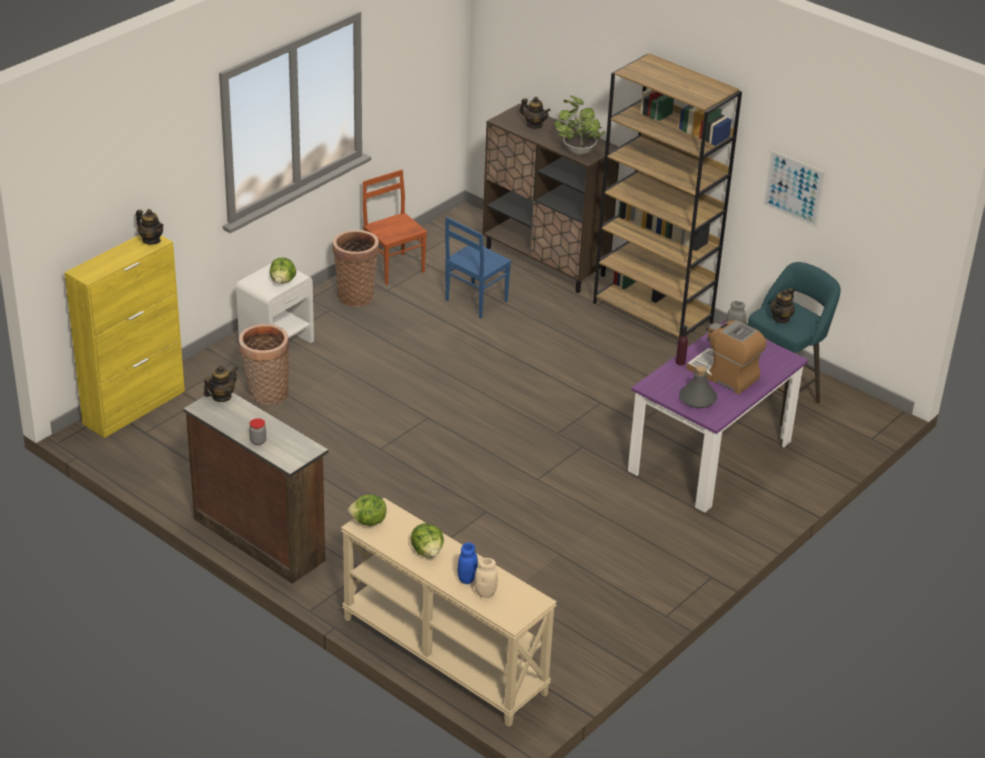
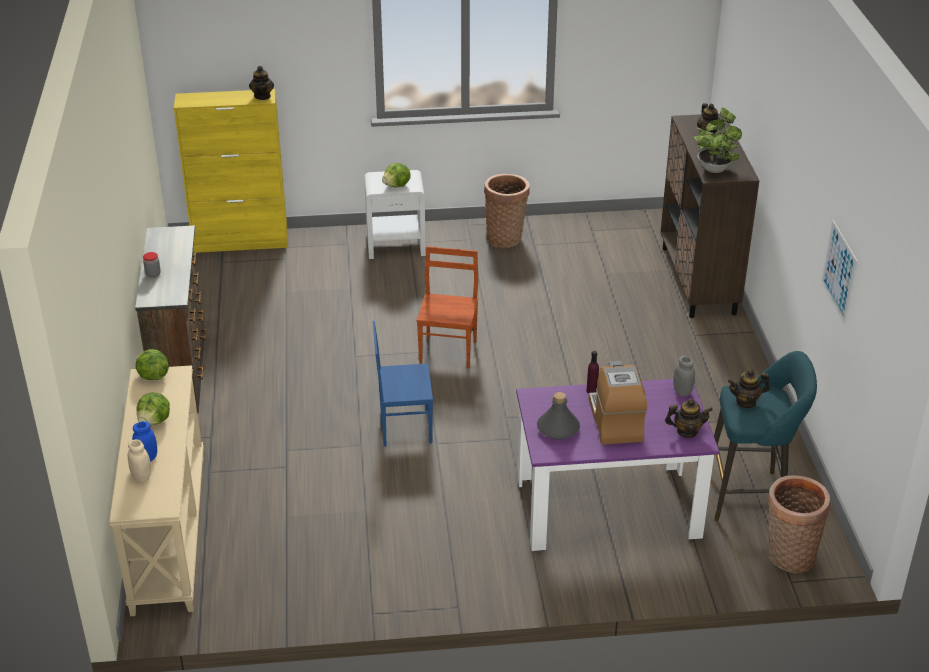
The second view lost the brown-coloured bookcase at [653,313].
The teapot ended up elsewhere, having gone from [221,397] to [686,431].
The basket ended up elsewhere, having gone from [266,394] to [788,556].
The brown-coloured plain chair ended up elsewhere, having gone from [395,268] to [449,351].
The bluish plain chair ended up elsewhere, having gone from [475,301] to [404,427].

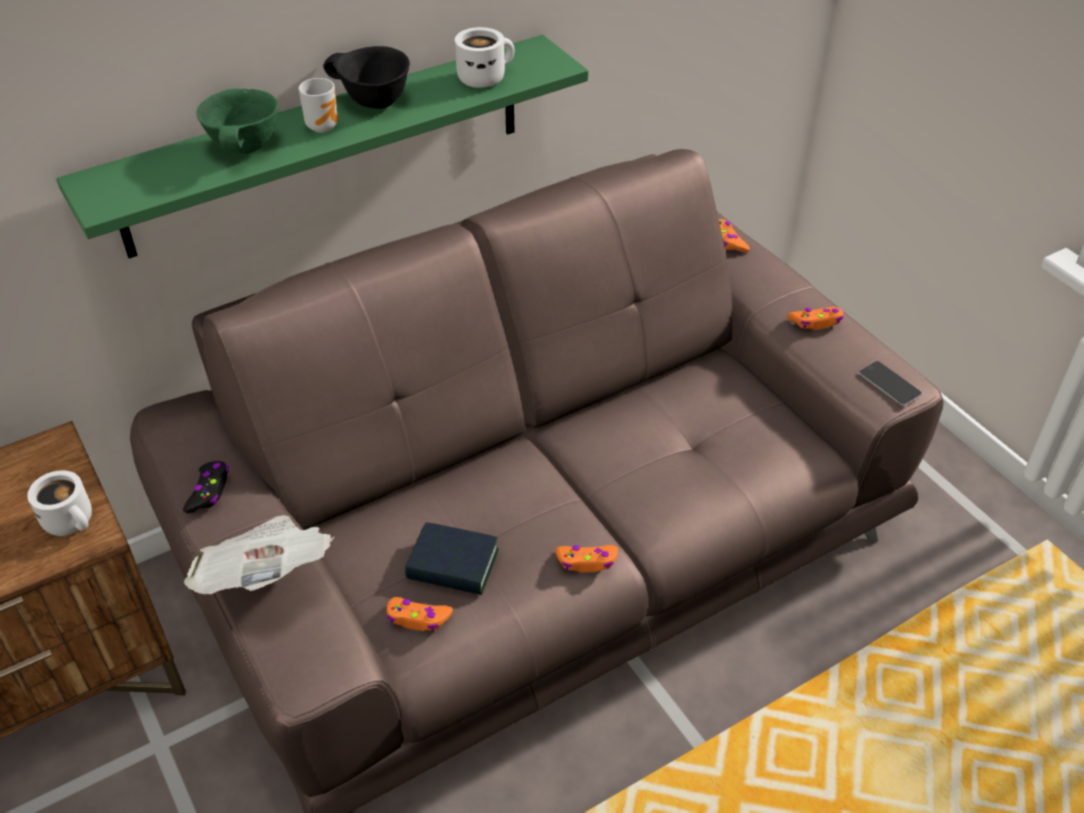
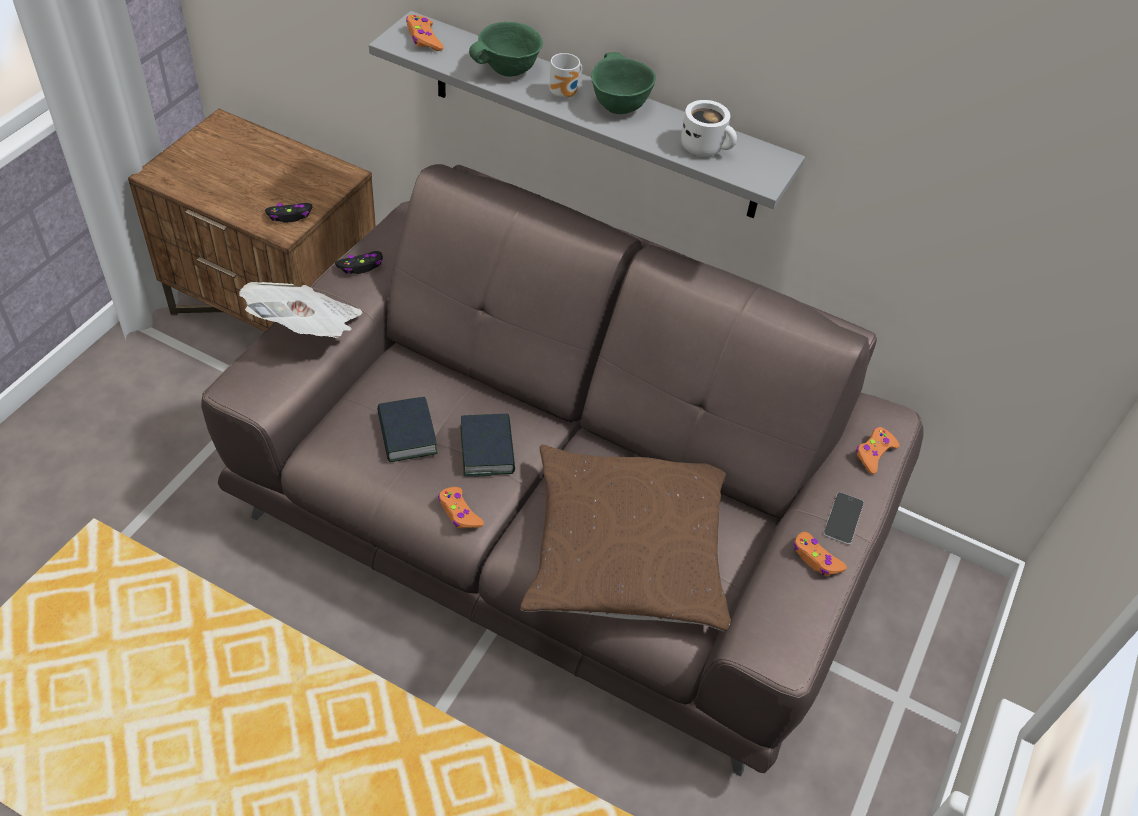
The second view gained the volume at [487,449].
The second view gained the brown-coloured pillow at [627,550].
The orange gamepad ended up elsewhere, having gone from [418,618] to [424,39].
The telephone ended up elsewhere, having gone from [889,383] to [843,518].
Where the white coffee mug stood at [73,521], the black-coloured gamepad came to stand at [290,216].
What was the greenish wall shelf at [326,146] turned into the greyish wall shelf at [594,117].
What was the black-coloured deep dish at [374,102] turned into the greenish deep dish at [617,106].

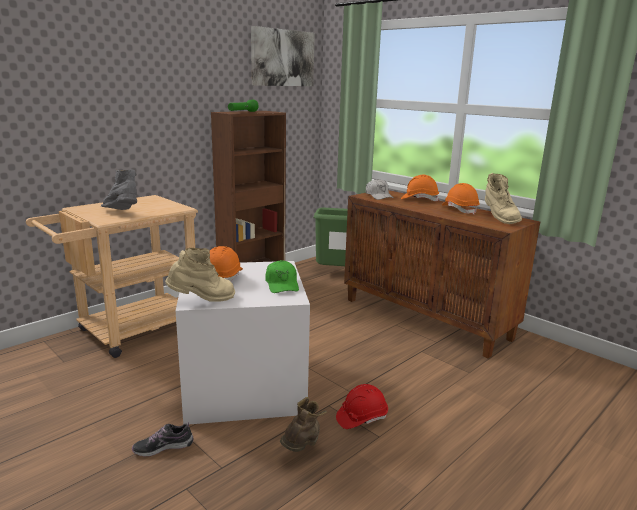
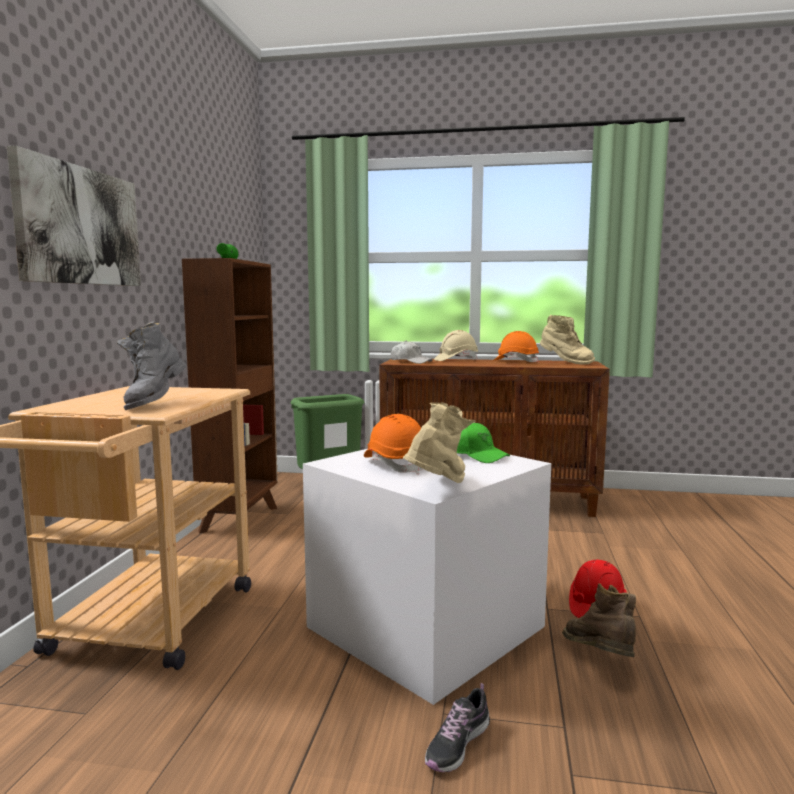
The wall art ended up elsewhere, having gone from [282,58] to [79,226].
What was the orange work helmet at [419,199] turned into the sand-coloured work helmet at [456,360].
The greyish tall boot at [122,213] ended up facing another way, 90 degrees counterclockwise from before.

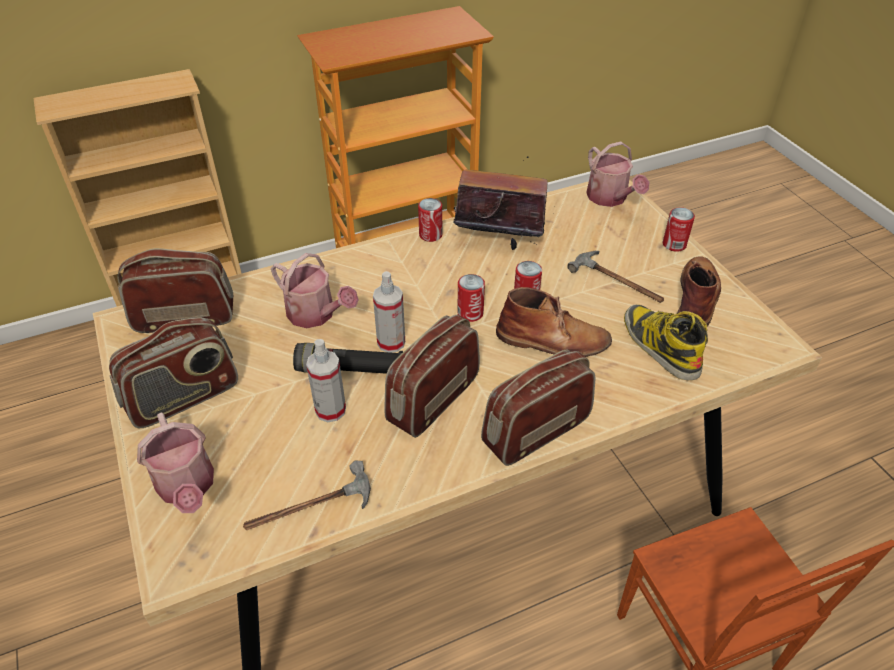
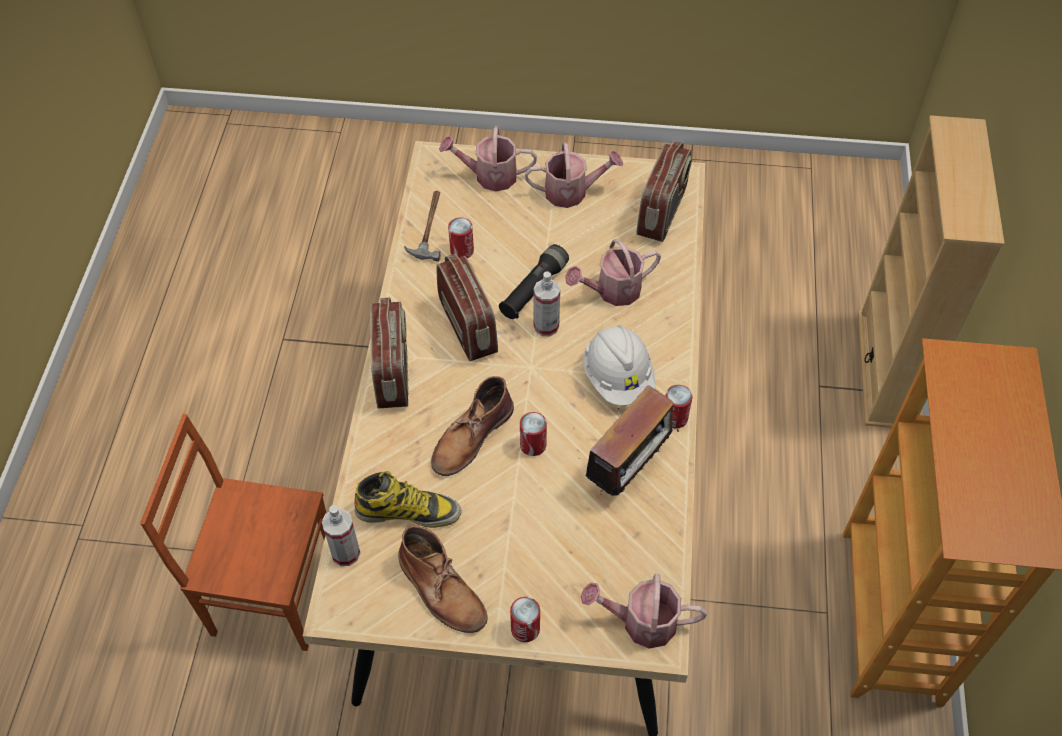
The second view lost the tool hammer at [619,281].
The second view gained the white work helmet at [618,378].
The hand sprayer ended up elsewhere, having gone from [330,410] to [345,553].
The sealed can ended up elsewhere, having gone from [470,313] to [462,250].
Where the radio receiver stood at [184,398], the sprinkling can came to stand at [572,192].

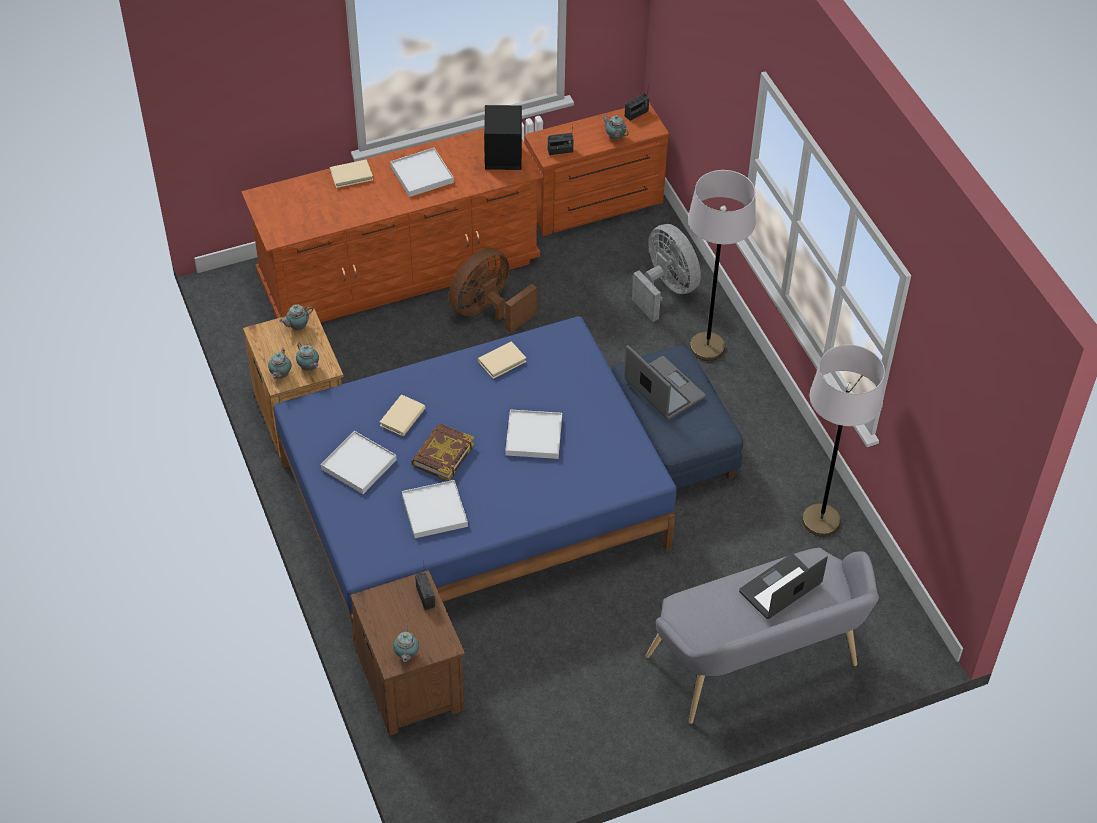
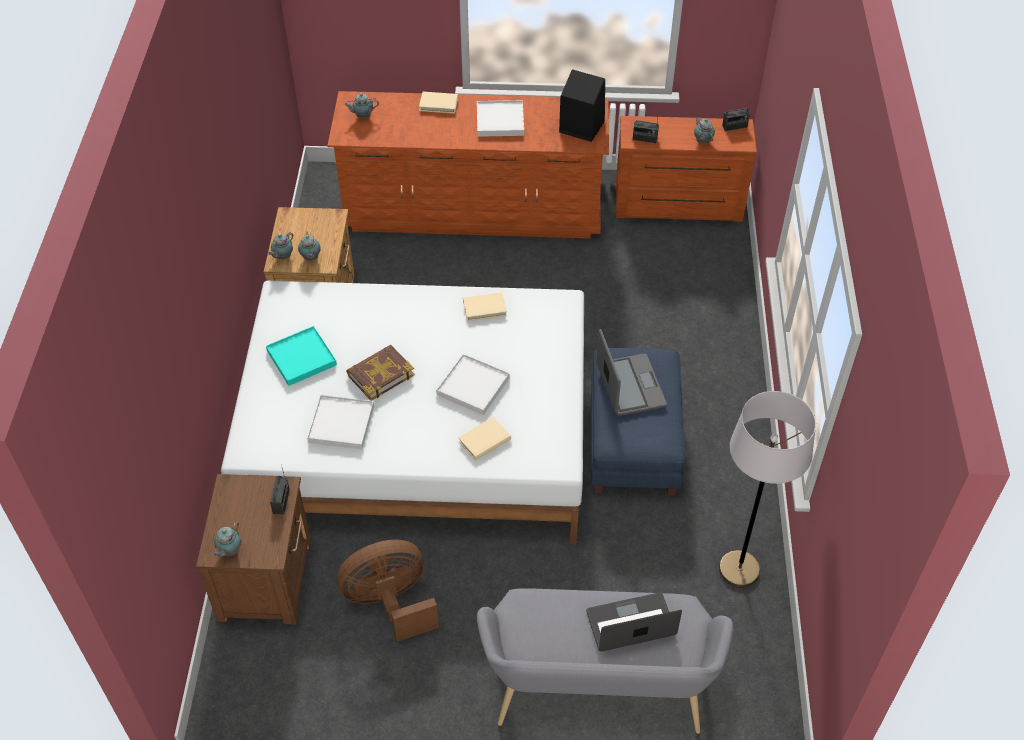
The second view lost the greyish fan at [665,290].
The second view lost the greyish floor lamp at [707,347].
The teapot ended up elsewhere, having gone from [297,327] to [362,116].
The sand-coloured volume ended up elsewhere, having gone from [402,417] to [484,440].
The brown-coloured fan ended up elsewhere, having gone from [488,311] to [390,603].
What was the bluish bedroom bed at [472,503] turned into the white bedroom bed at [417,433].
What was the white tray at [358,464] turned into the turquoise-coloured tray at [301,358].

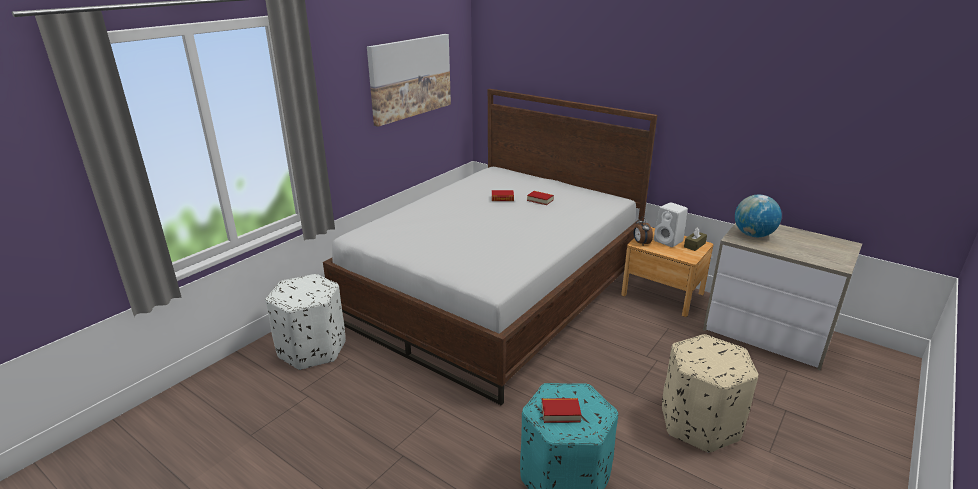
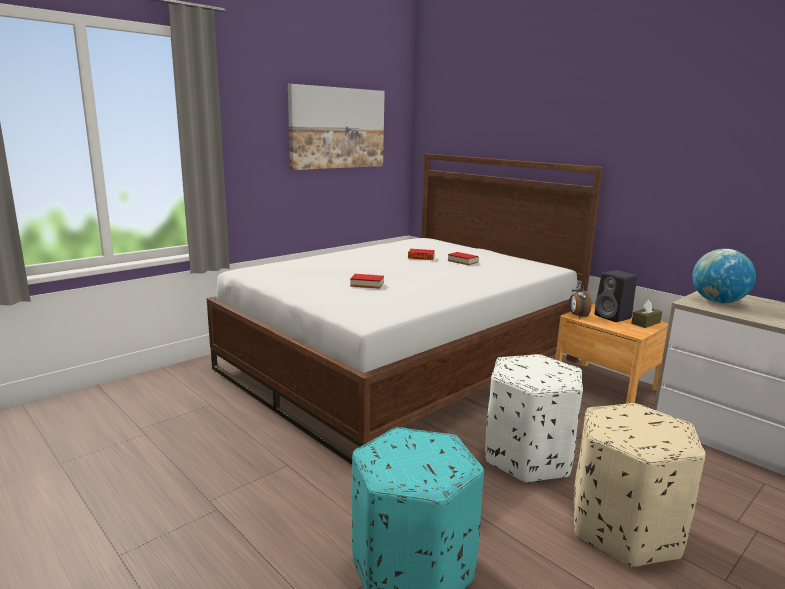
The white pouffe ended up elsewhere, having gone from [312,349] to [528,457].
The volume ended up elsewhere, having gone from [560,413] to [367,284].
What was the white audio speaker at [669,241] turned into the black-coloured audio speaker at [613,317].

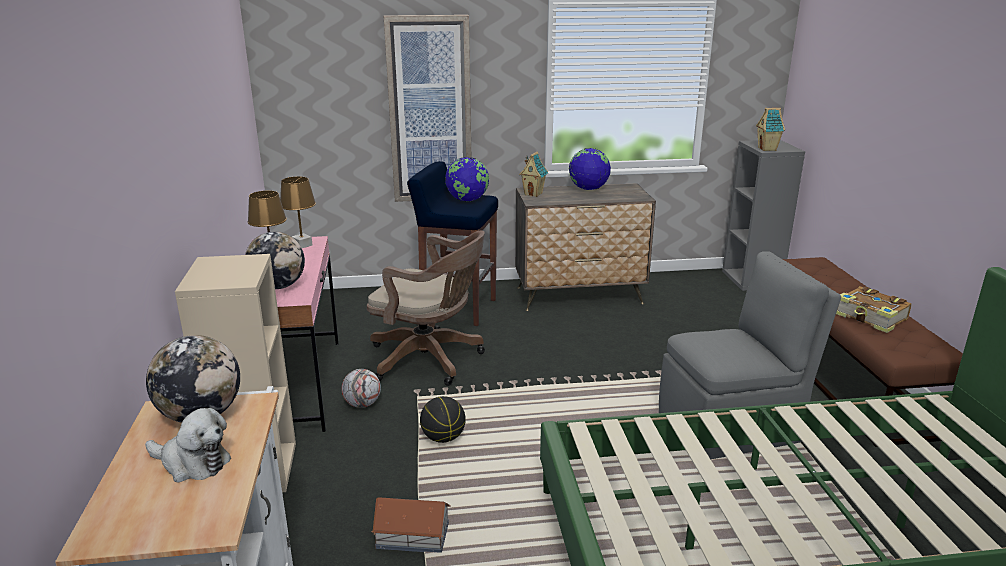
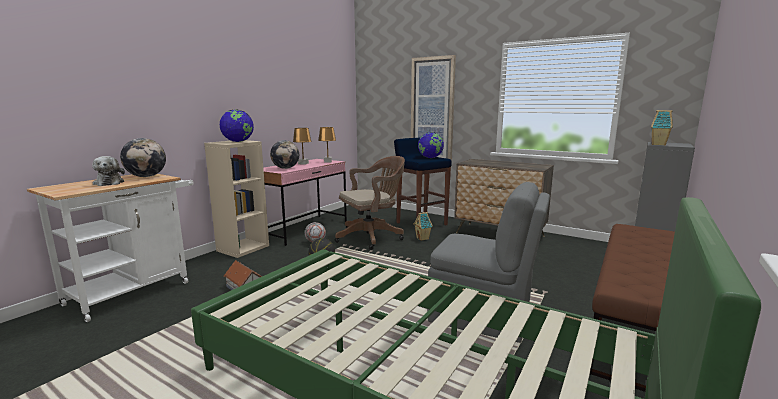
The second view lost the volume at [871,318].
The model house ended up elsewhere, having gone from [533,194] to [423,238].
The world globe ended up elsewhere, having gone from [588,189] to [238,141].
The brown-coloured computer chair at [430,360] ended up facing another way, 90 degrees counterclockwise from before.

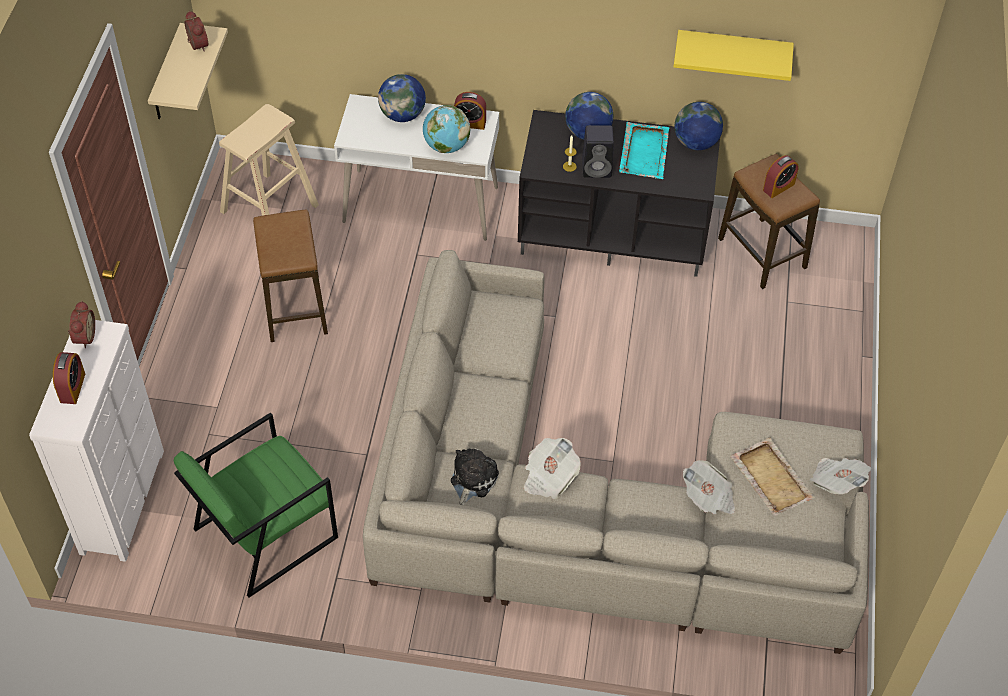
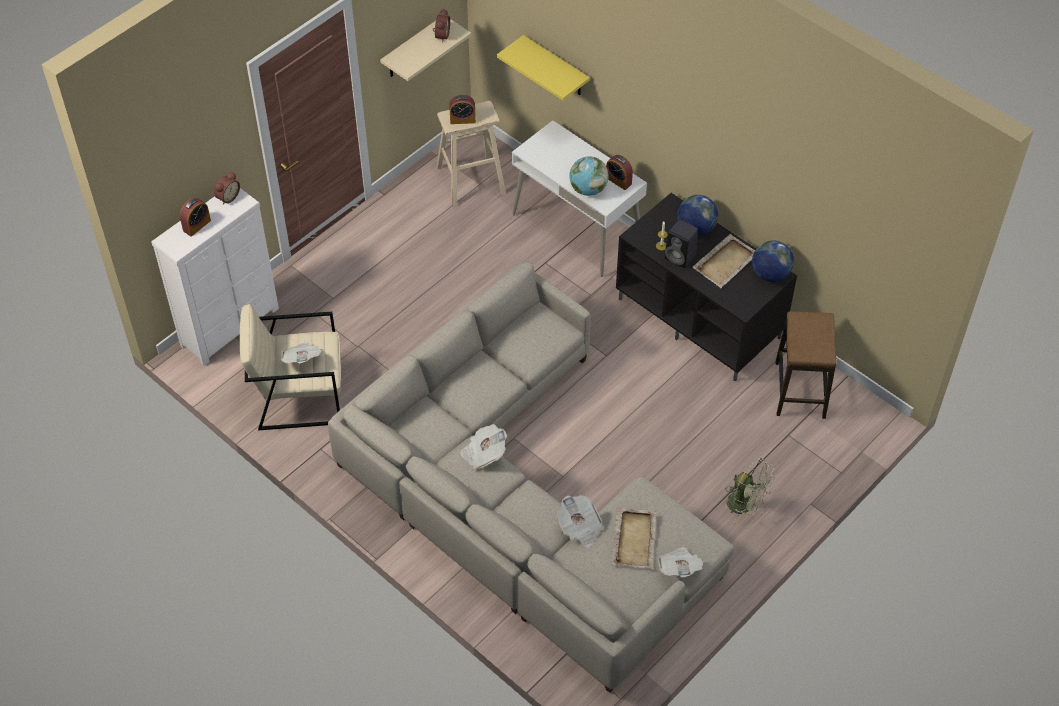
The second view lost the stool at [295,308].
The second view lost the world globe at [402,115].
The second view lost the soft toy at [472,480].
The second view gained the daily paper at [302,359].
The second view gained the greenish fan at [745,505].
The yellow wall shelf ended up elsewhere, having gone from [733,51] to [556,67].
The table clock ended up elsewhere, having gone from [778,187] to [462,119].
What was the greenish armchair at [265,532] turned into the sand-coloured armchair at [299,395].
What was the turquoise-coloured tray at [644,152] turned into the sand-coloured tray at [725,262].

